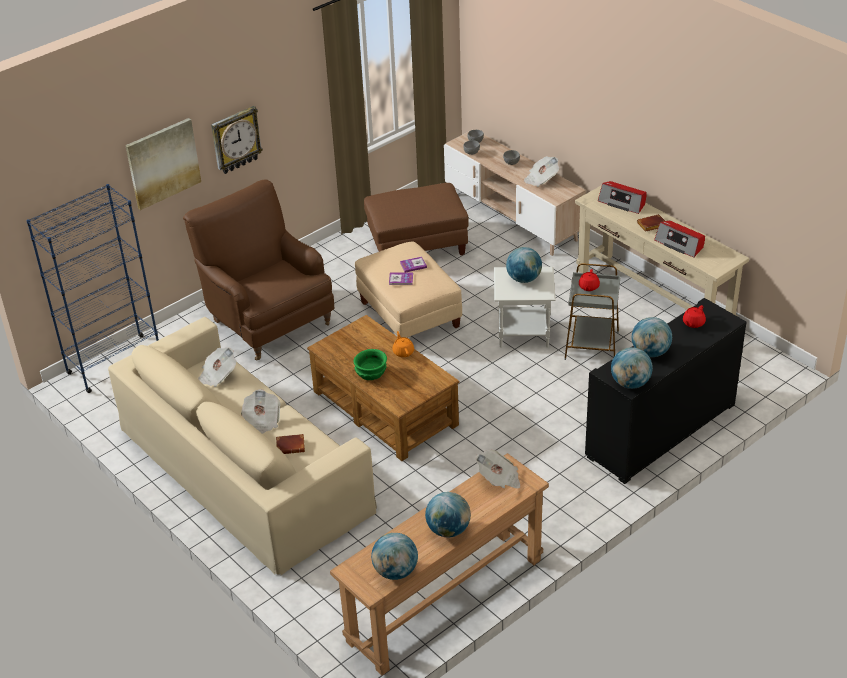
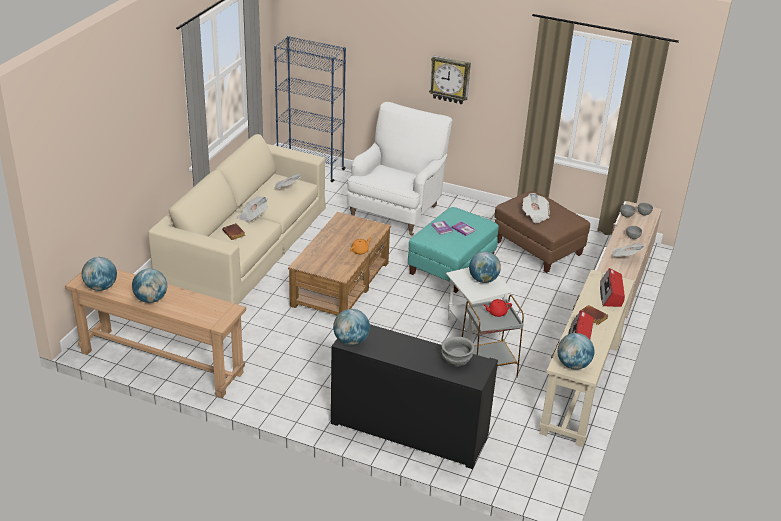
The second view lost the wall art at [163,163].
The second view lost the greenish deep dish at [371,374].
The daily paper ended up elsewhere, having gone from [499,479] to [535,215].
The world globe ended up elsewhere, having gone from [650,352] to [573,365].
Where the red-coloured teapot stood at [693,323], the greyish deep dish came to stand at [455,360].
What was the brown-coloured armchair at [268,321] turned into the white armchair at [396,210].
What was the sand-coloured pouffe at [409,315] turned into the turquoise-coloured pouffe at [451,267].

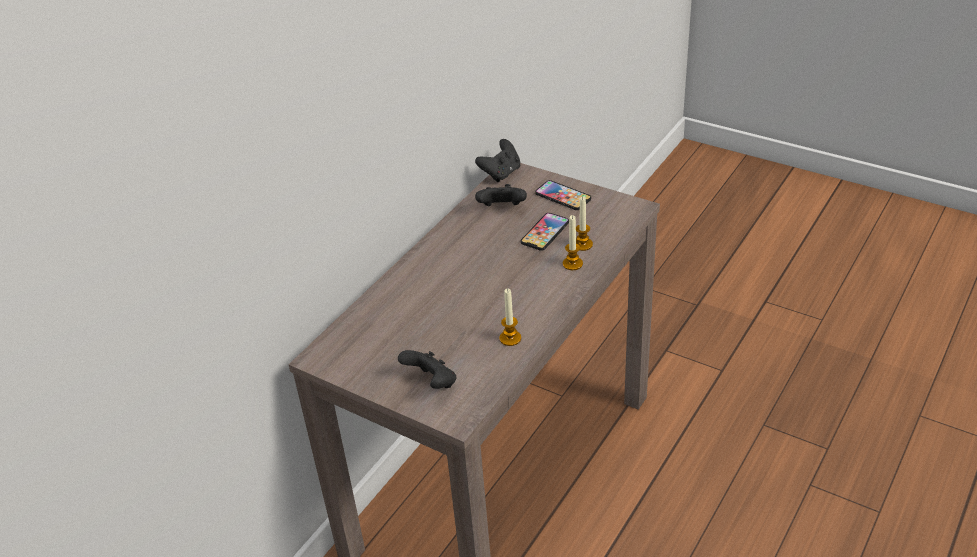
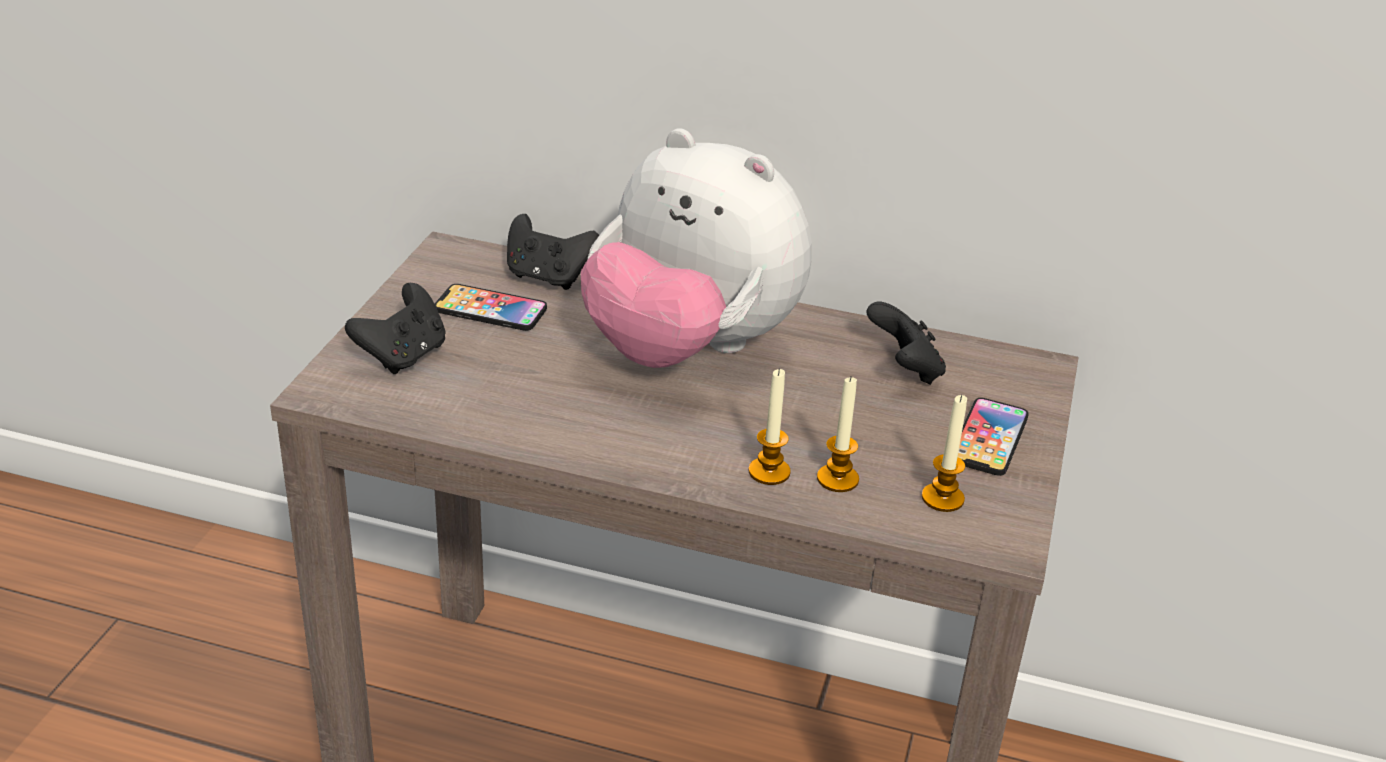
The second view gained the soft toy at [690,349].
The black-coloured gamepad ended up elsewhere, having gone from [501,173] to [548,277].
The wax candle ended up elsewhere, having gone from [510,338] to [942,498].
The telephone ended up elsewhere, having gone from [545,232] to [490,310].

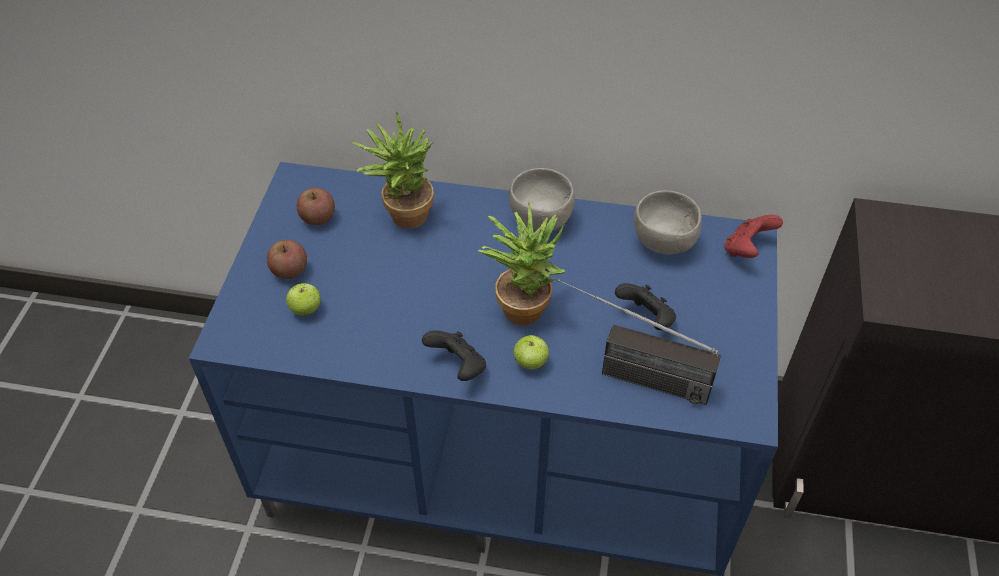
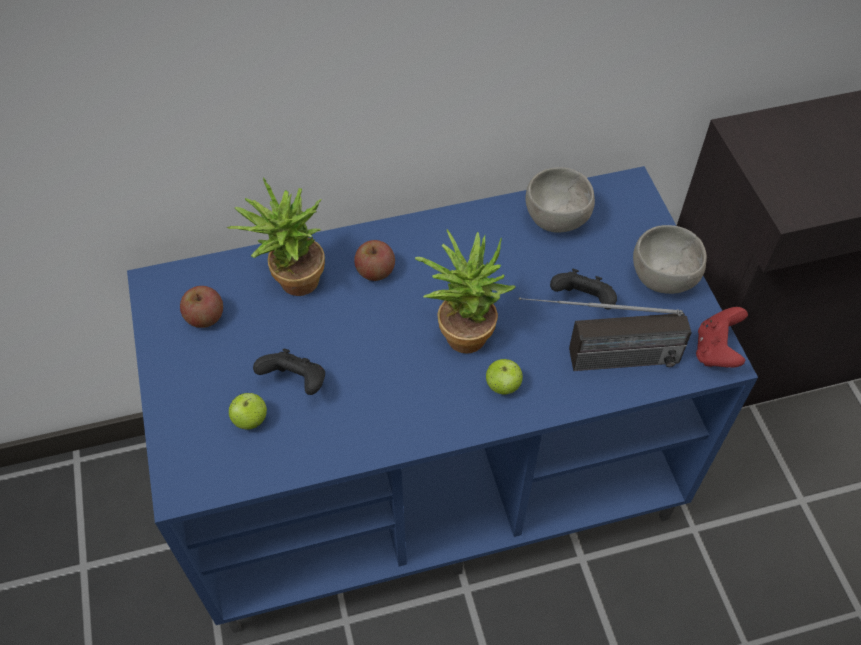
The apple fruit ended up elsewhere, having gone from [289,270] to [375,271].
The black-coloured gamepad ended up elsewhere, having gone from [458,367] to [296,382].
The greyish deep dish ended up elsewhere, having gone from [541,220] to [664,280].
The red-coloured gamepad ended up elsewhere, having gone from [747,249] to [716,351].

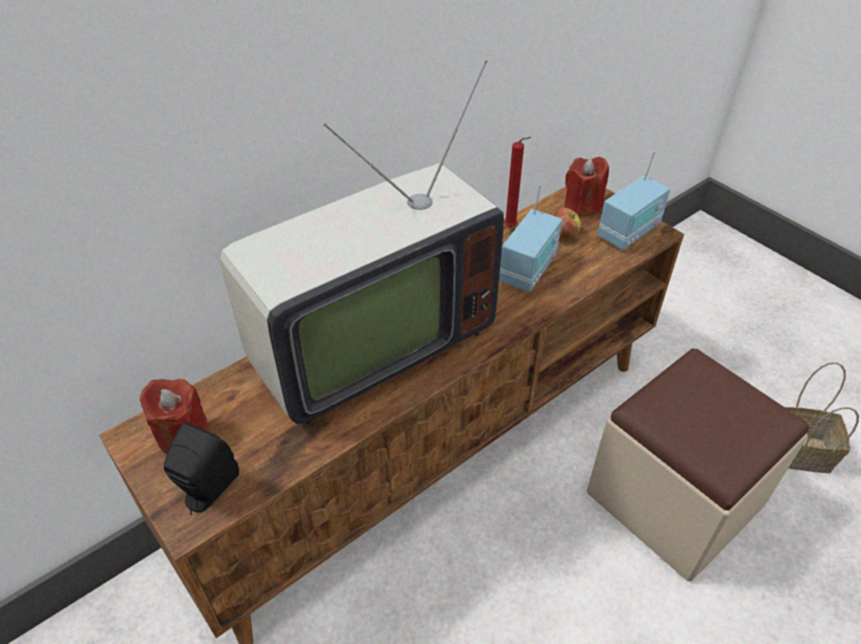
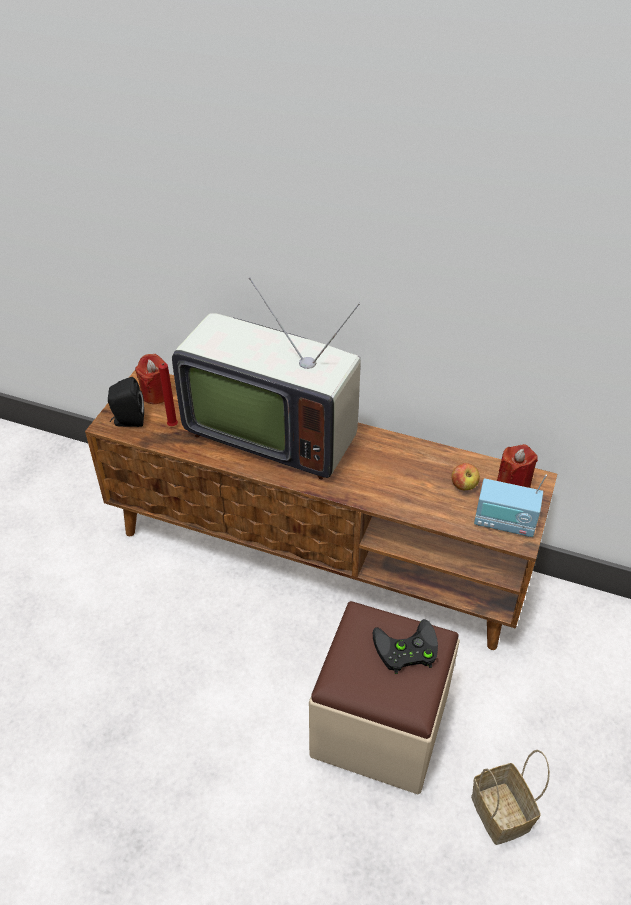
The second view lost the radio receiver at [529,270].
The second view gained the black-coloured gamepad at [405,651].
The red-coloured wax candle ended up elsewhere, having gone from [512,228] to [172,427].

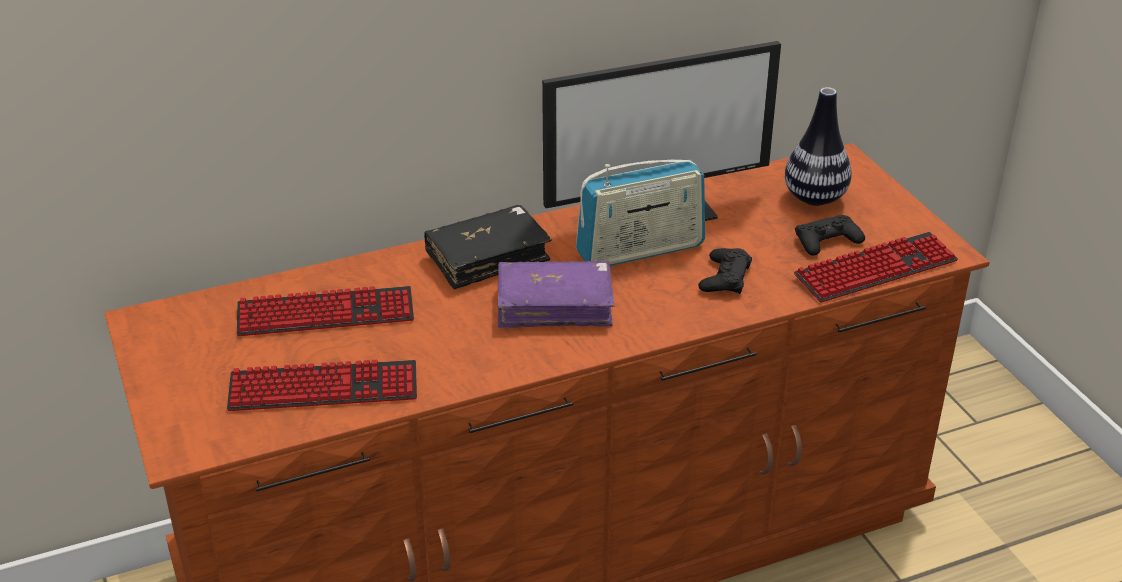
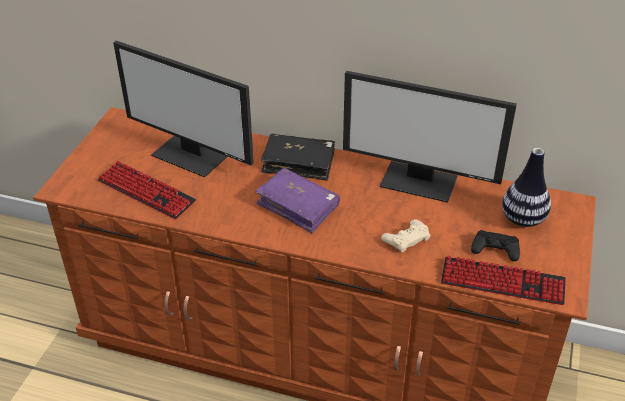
The second view lost the radio receiver at [640,250].
Where the PC keyboard stood at [325,314], the computer screen came to stand at [192,155].
What was the black-coloured gamepad at [725,277] turned into the sand-coloured gamepad at [406,239].

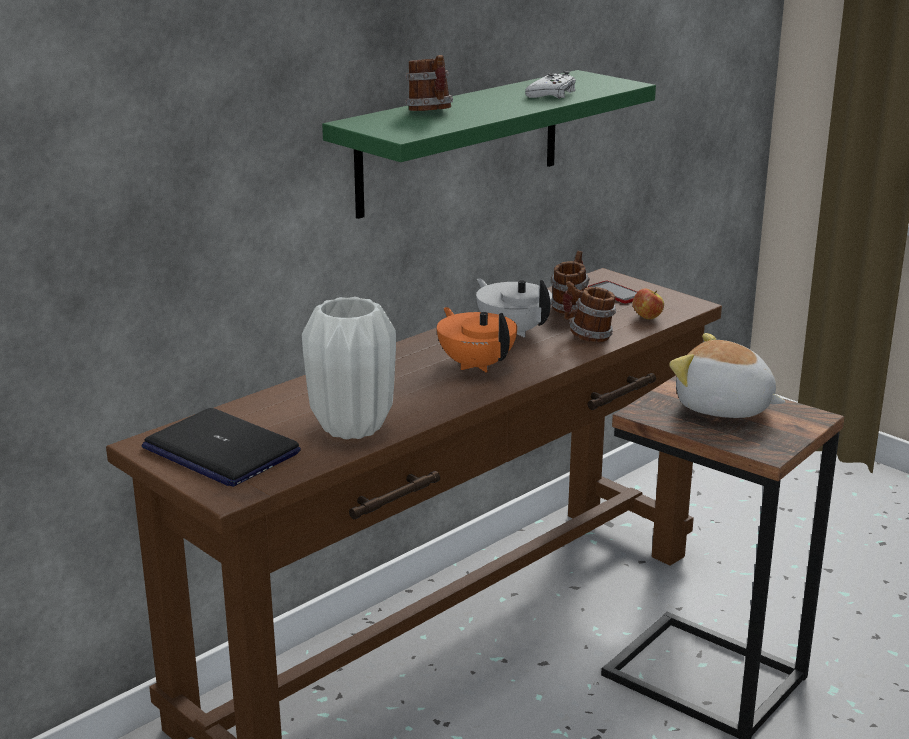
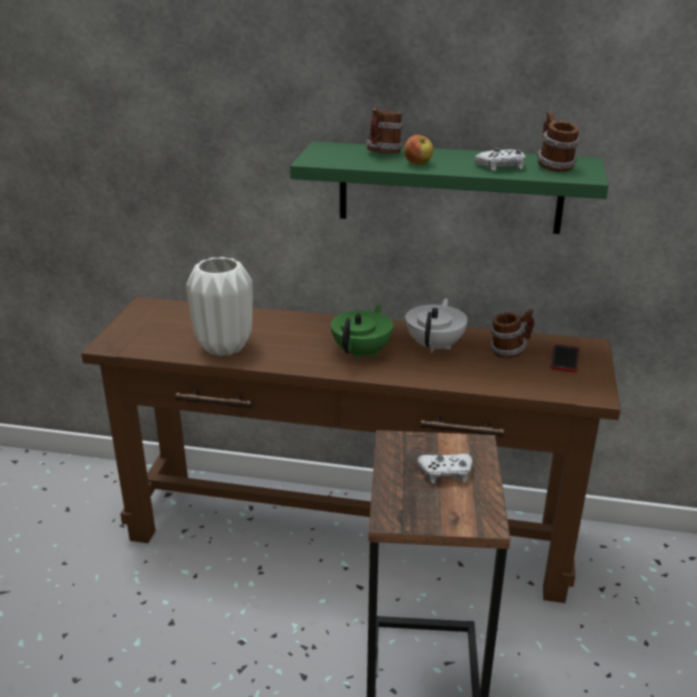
The second view lost the laptop at [220,450].
The coffee mug ended up elsewhere, having gone from [588,336] to [553,166].
The apple fruit ended up elsewhere, having gone from [647,318] to [418,164].
Where the soft toy stood at [723,408], the white gamepad came to stand at [446,473].
What was the orange teapot at [476,365] turned into the greenish teapot at [362,352].

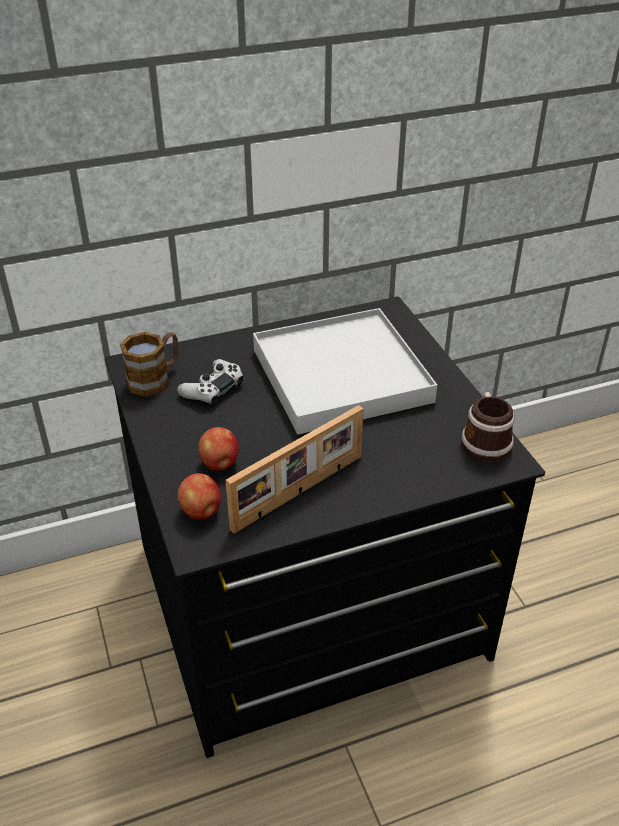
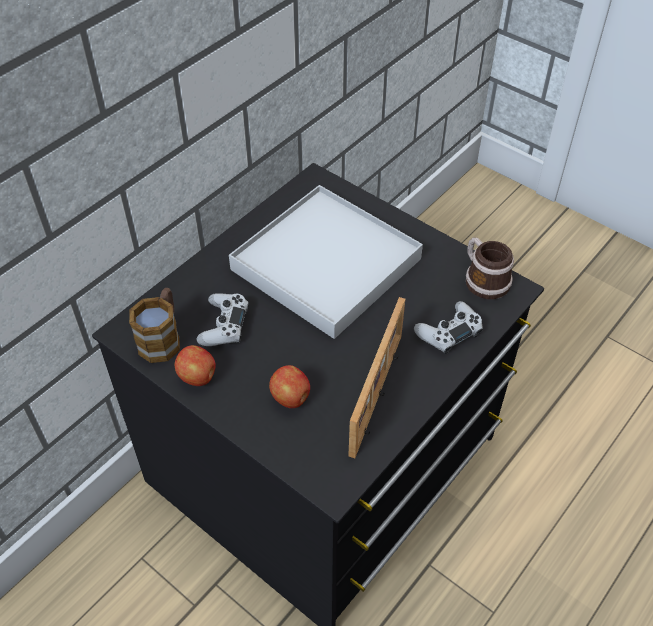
The second view gained the white gamepad at [449,332].
The apple fruit ended up elsewhere, having gone from [201,512] to [198,377].

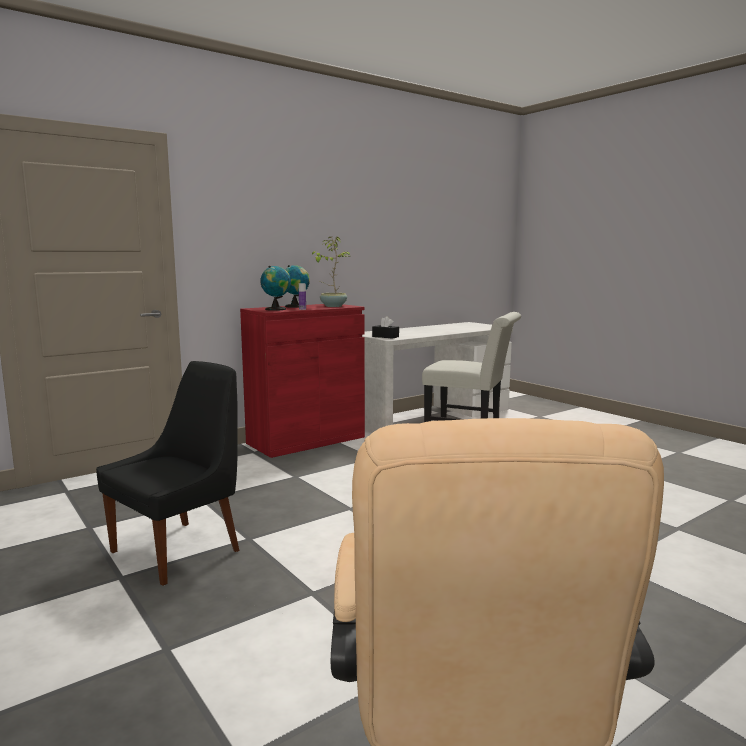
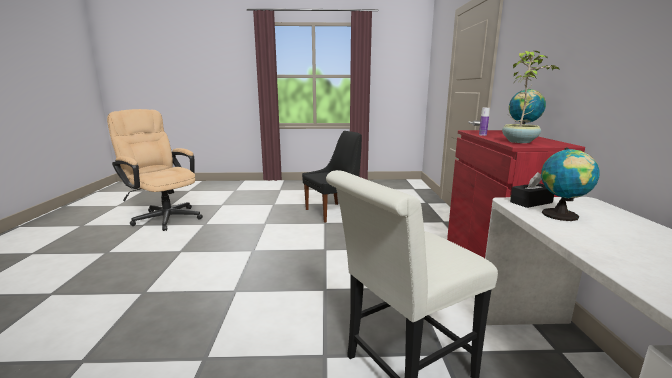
The world globe ended up elsewhere, having gone from [276,309] to [561,216].
The black-coloured plain chair at [180,549] ended up facing another way, 105 degrees counterclockwise from before.

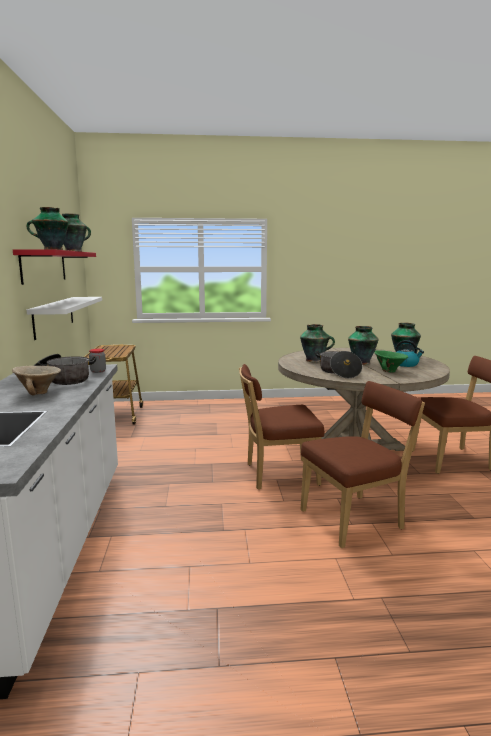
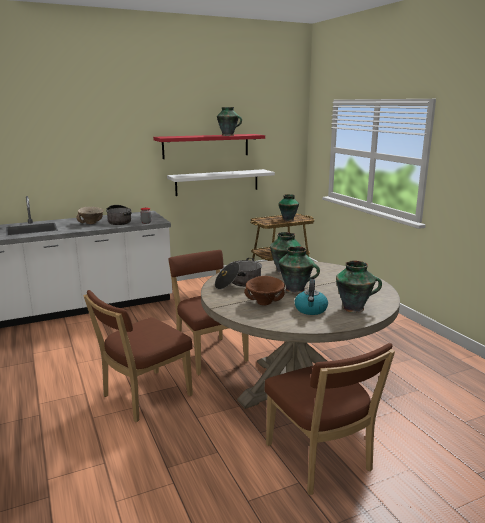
The vase ended up elsewhere, having gone from [52,250] to [287,220].
What was the greenish deep dish at [390,371] turned into the brown-coloured deep dish at [264,303].
The brown-coloured plain chair at [355,519] ended up facing another way, 90 degrees clockwise from before.

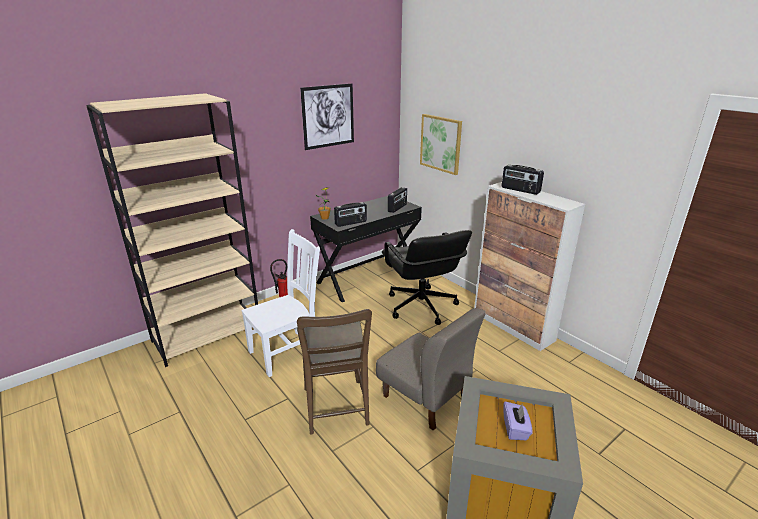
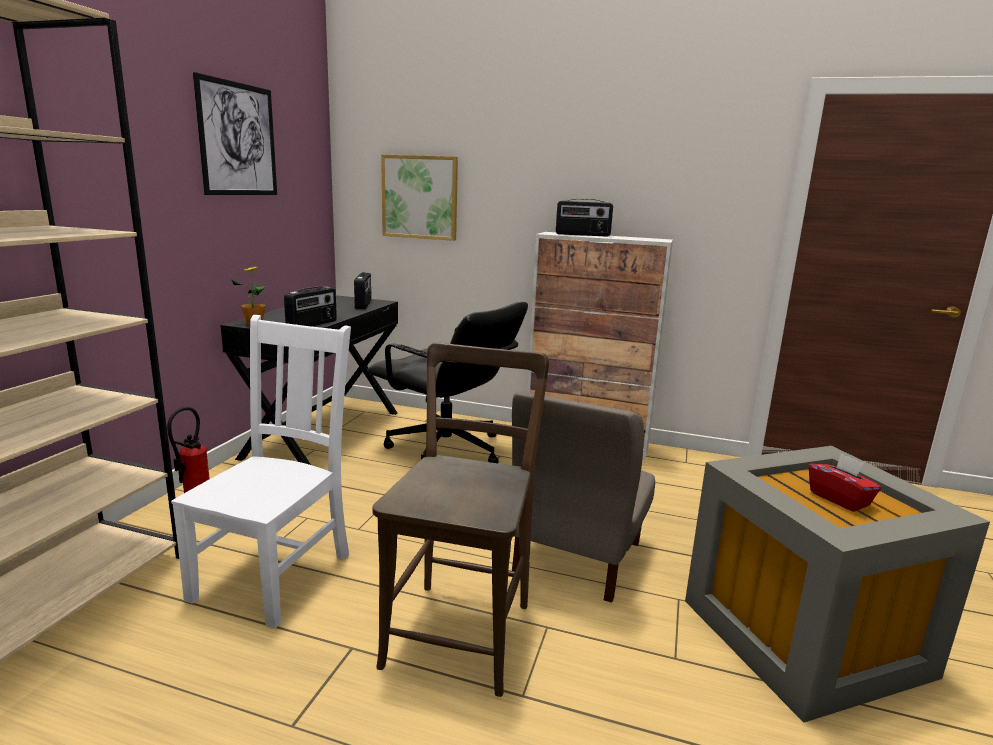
What was the purplish box of tissues at [515,429] turned into the red-coloured box of tissues at [839,499].
The brown-coloured plain chair at [336,409] ended up facing another way, 120 degrees counterclockwise from before.
The greyish plain chair at [425,397] ended up facing another way, 105 degrees clockwise from before.

